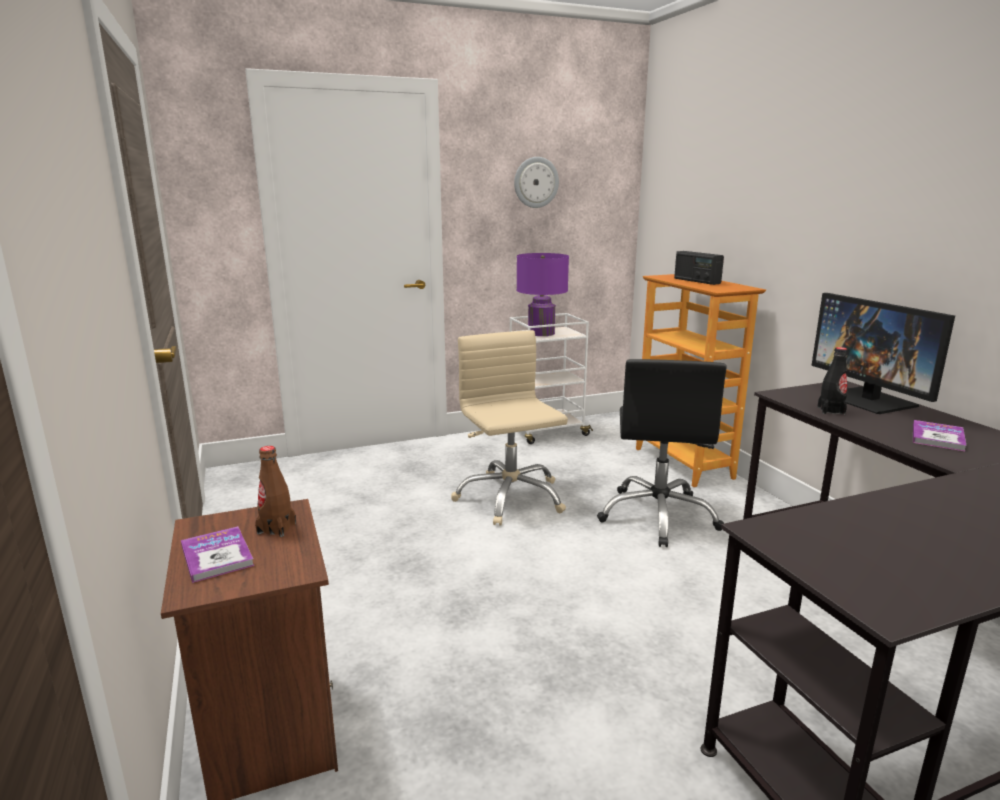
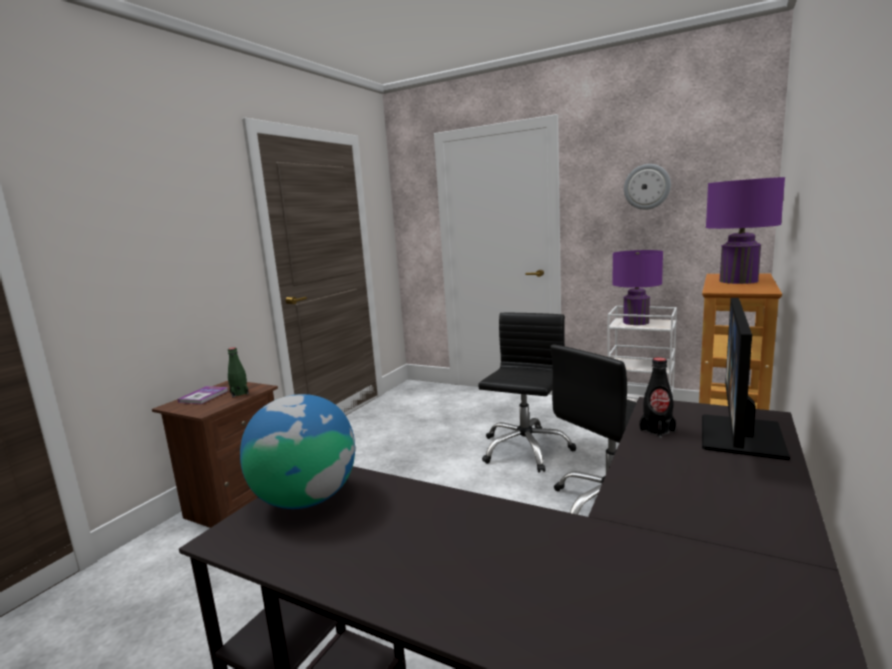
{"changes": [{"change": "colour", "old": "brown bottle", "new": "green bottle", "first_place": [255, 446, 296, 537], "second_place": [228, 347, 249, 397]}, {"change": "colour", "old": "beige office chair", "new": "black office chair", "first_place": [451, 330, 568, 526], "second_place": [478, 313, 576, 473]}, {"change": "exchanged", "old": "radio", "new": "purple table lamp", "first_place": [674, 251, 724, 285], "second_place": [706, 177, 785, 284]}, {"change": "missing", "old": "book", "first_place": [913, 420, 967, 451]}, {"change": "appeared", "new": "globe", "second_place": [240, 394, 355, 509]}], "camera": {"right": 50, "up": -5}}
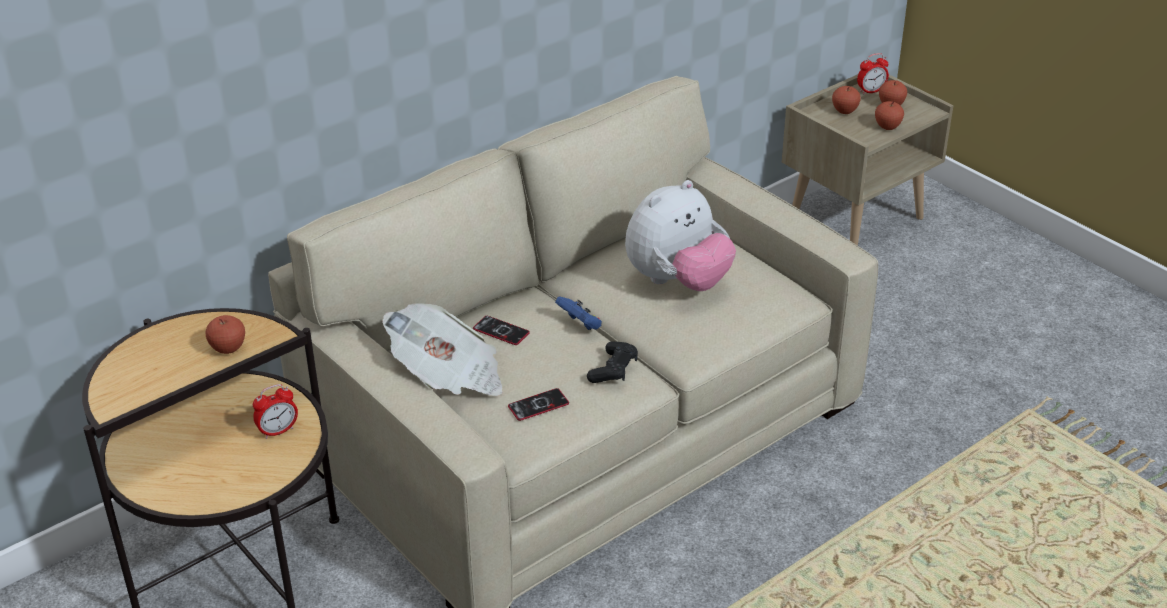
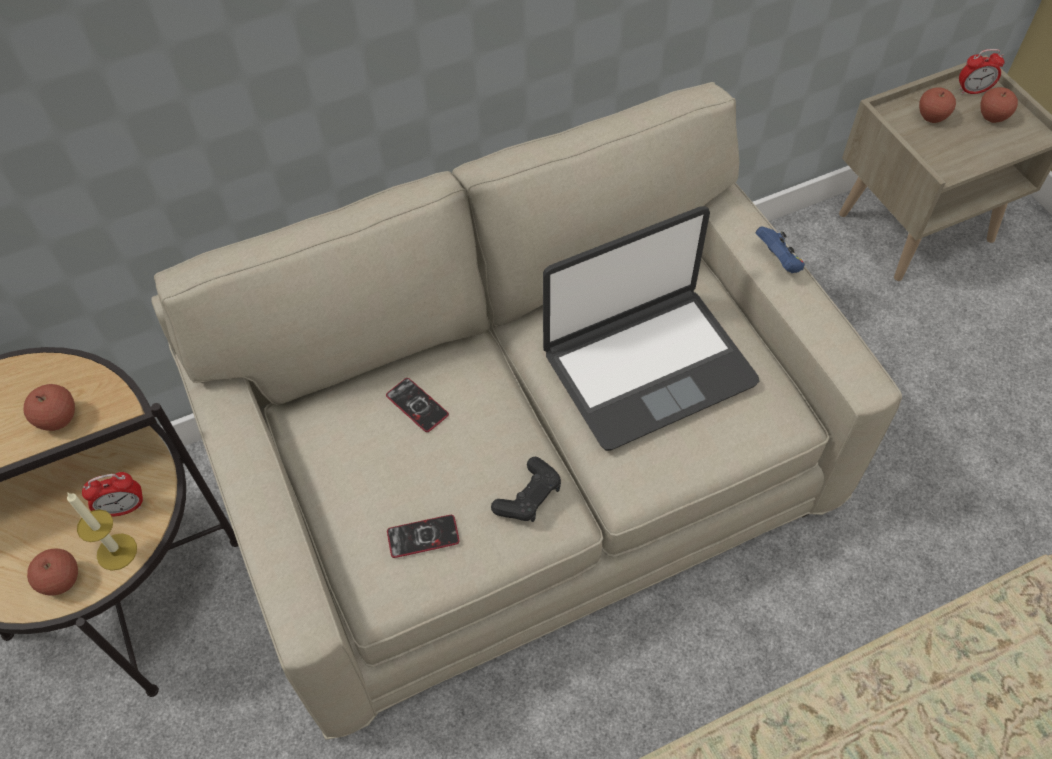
{"changes": [{"change": "missing", "old": "newspaper", "first_place": [382, 303, 503, 396]}, {"change": "relocated", "old": "blue game controller", "first_place": [555, 296, 602, 330], "second_place": [755, 226, 805, 273]}, {"change": "exchanged", "old": "plush toy", "new": "laptop", "first_place": [625, 180, 736, 291], "second_place": [543, 206, 759, 451]}, {"change": "relocated", "old": "apple", "first_place": [875, 101, 904, 130], "second_place": [27, 549, 78, 595]}, {"change": "appeared", "new": "candle", "second_place": [67, 492, 137, 571]}], "camera": {"right": 15, "up": 20}}
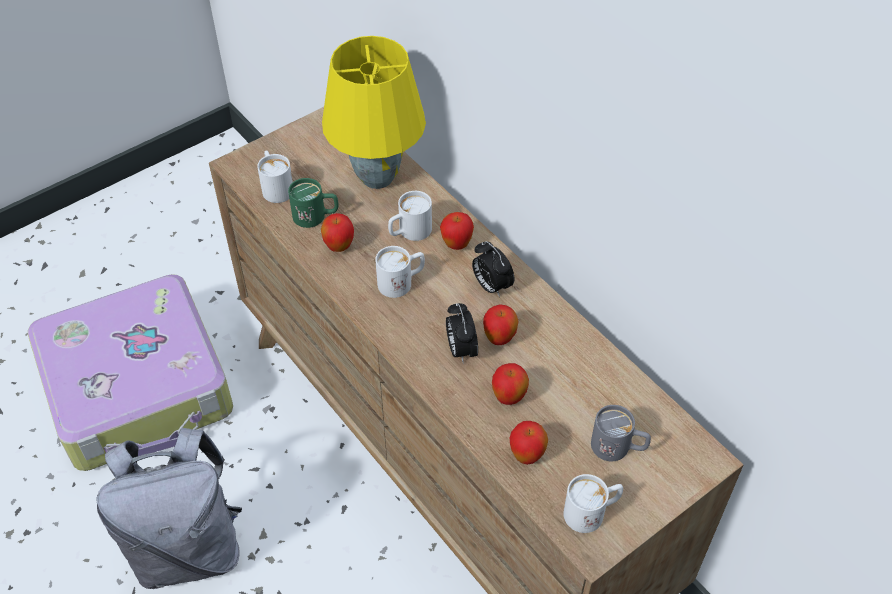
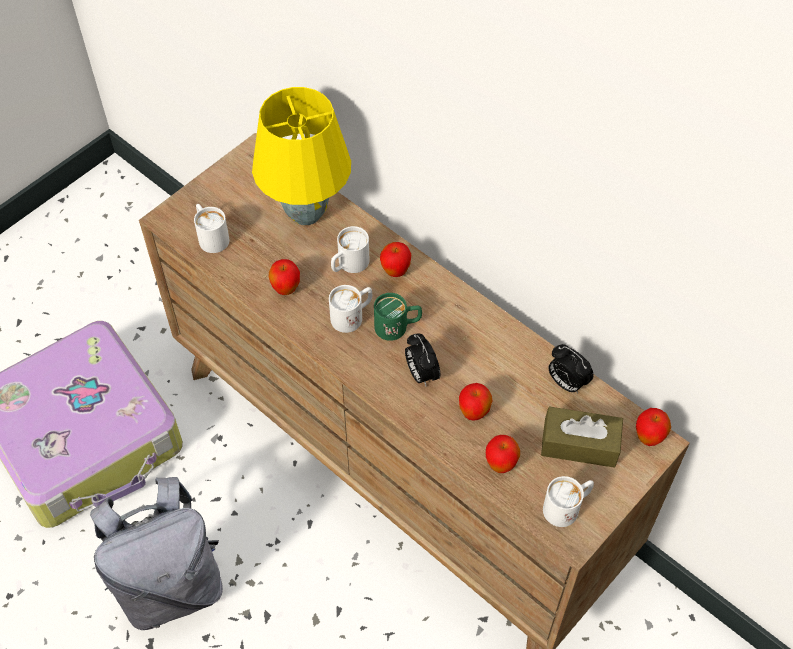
{"changes": [{"change": "relocated", "old": "green mug", "first_place": [288, 178, 338, 228], "second_place": [374, 293, 422, 341]}, {"change": "relocated", "old": "alarm clock", "first_place": [472, 241, 515, 297], "second_place": [548, 344, 594, 394]}, {"change": "relocated", "old": "apple", "first_place": [483, 304, 519, 345], "second_place": [636, 408, 671, 446]}, {"change": "exchanged", "old": "grey mug", "new": "brown tissue box", "first_place": [591, 405, 651, 461], "second_place": [541, 406, 623, 468]}], "camera": {"right": -10, "up": 5}}
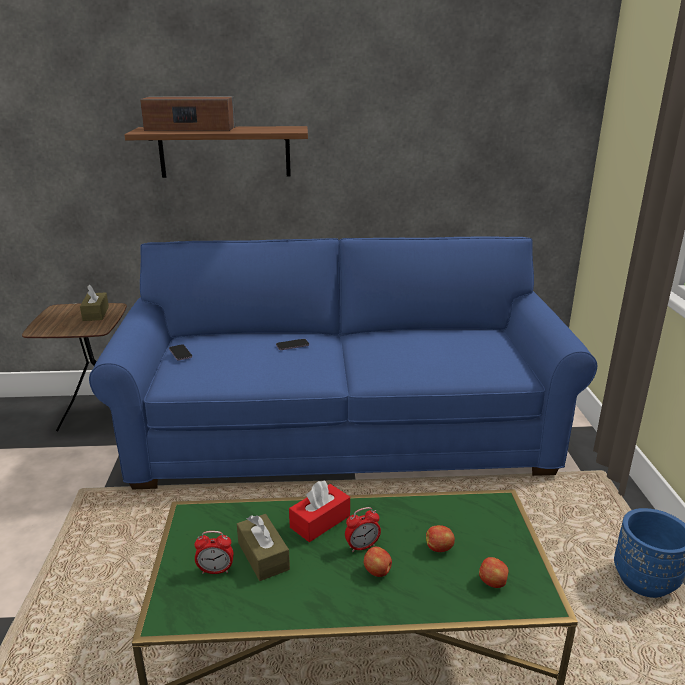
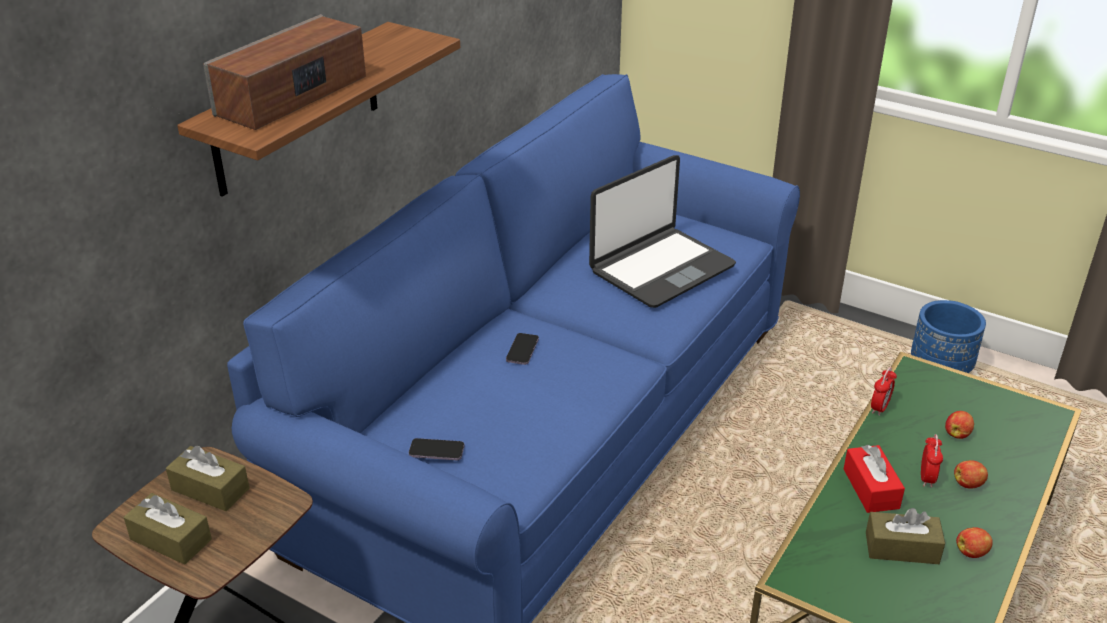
{"changes": [{"change": "relocated", "old": "alarm clock", "first_place": [194, 531, 234, 574], "second_place": [871, 367, 897, 416]}, {"change": "relocated", "old": "apple", "first_place": [479, 557, 508, 588], "second_place": [956, 527, 993, 558]}, {"change": "appeared", "new": "brown tissue box", "second_place": [124, 493, 212, 565]}, {"change": "appeared", "new": "laptop", "second_place": [589, 155, 736, 308]}], "camera": {"right": -55, "up": 10}}
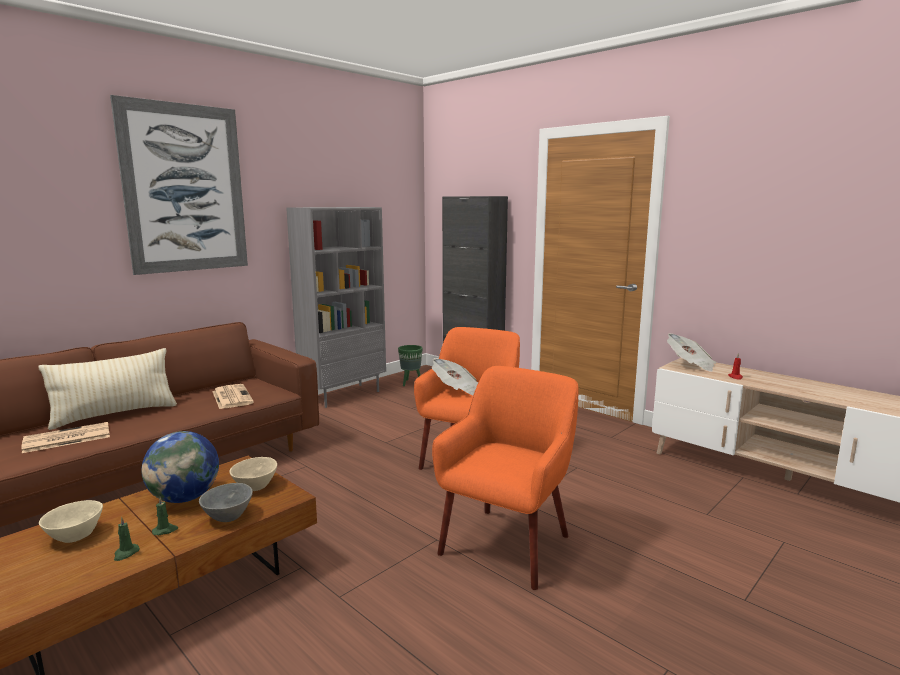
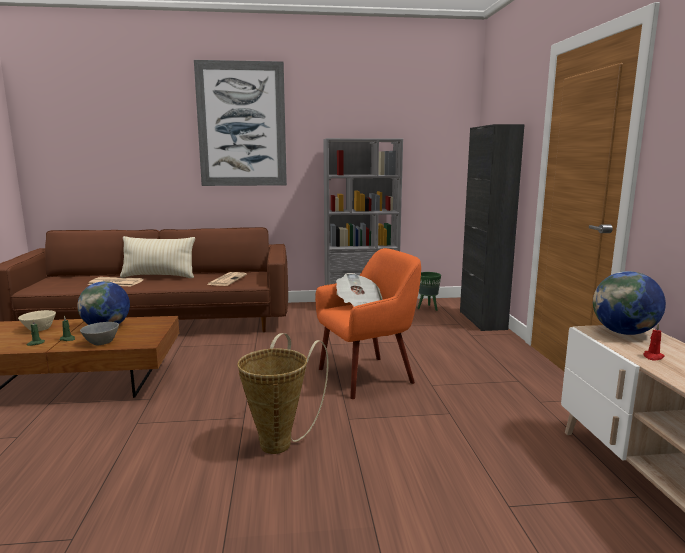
{"changes": [{"change": "missing", "old": "beige bowl", "first_place": [229, 457, 277, 491]}, {"change": "exchanged", "old": "orange armchair", "new": "basket", "first_place": [432, 366, 579, 590], "second_place": [237, 333, 328, 454]}, {"change": "exchanged", "old": "newspaper", "new": "globe", "first_place": [667, 333, 716, 372], "second_place": [593, 271, 666, 335]}], "camera": {"right": 40, "up": 0}}
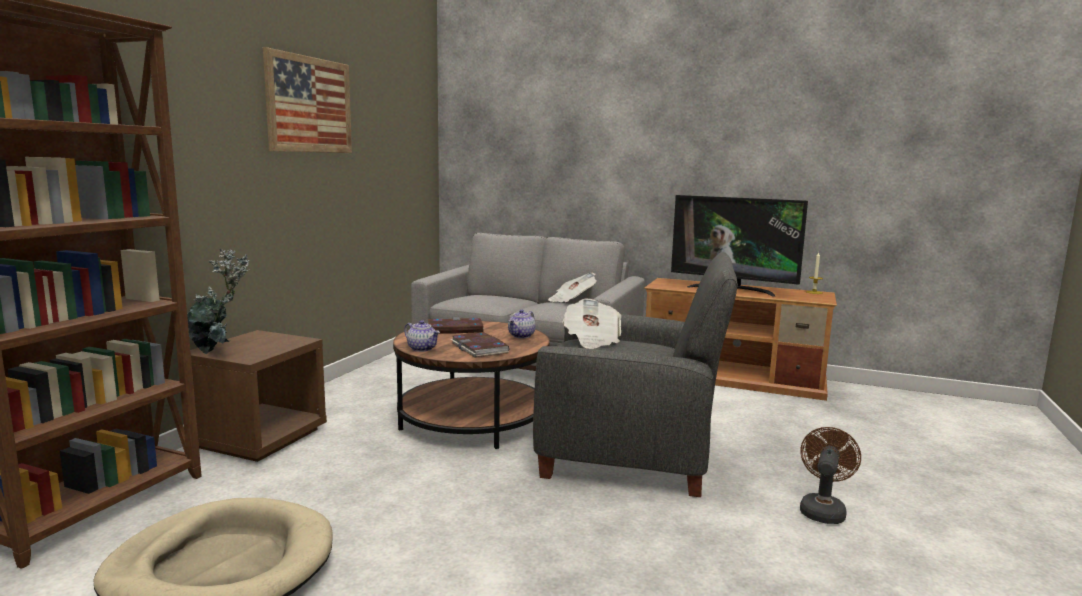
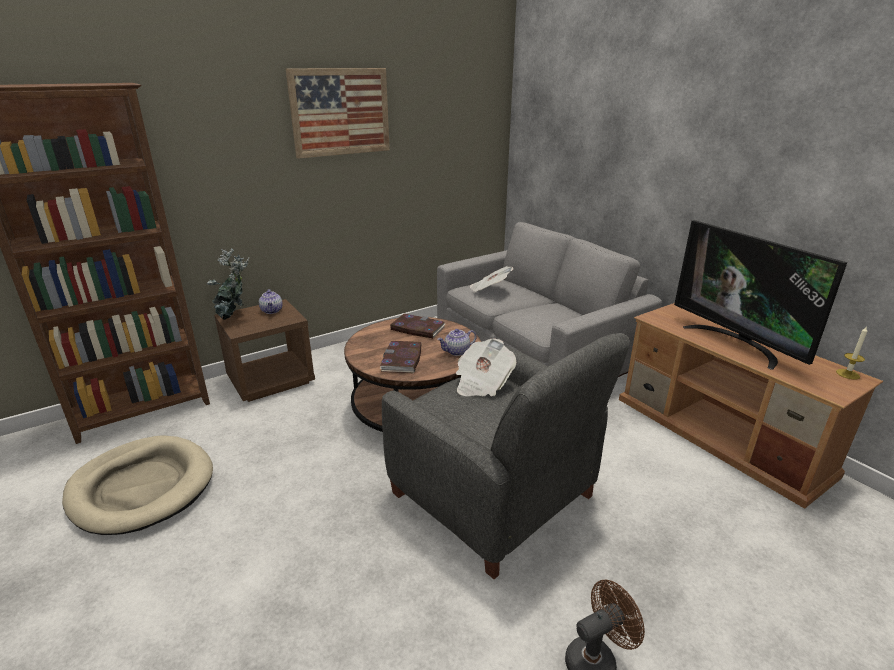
{"changes": [{"change": "relocated", "old": "teapot", "first_place": [404, 320, 440, 352], "second_place": [259, 289, 283, 314]}, {"change": "relocated", "old": "newspaper", "first_place": [548, 273, 597, 302], "second_place": [470, 266, 513, 293]}], "camera": {"right": 35, "up": 15}}
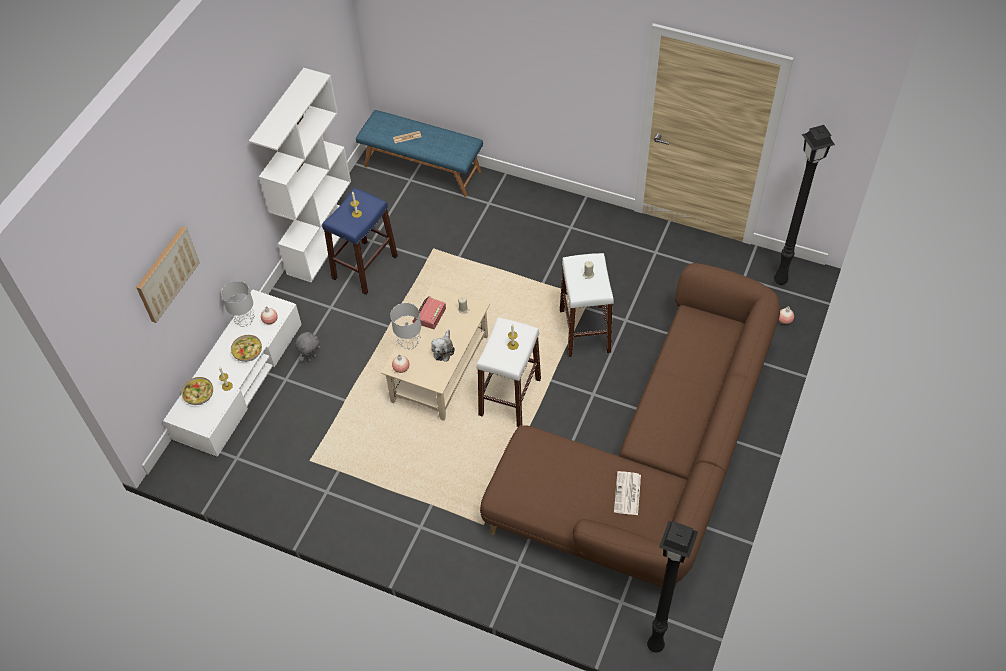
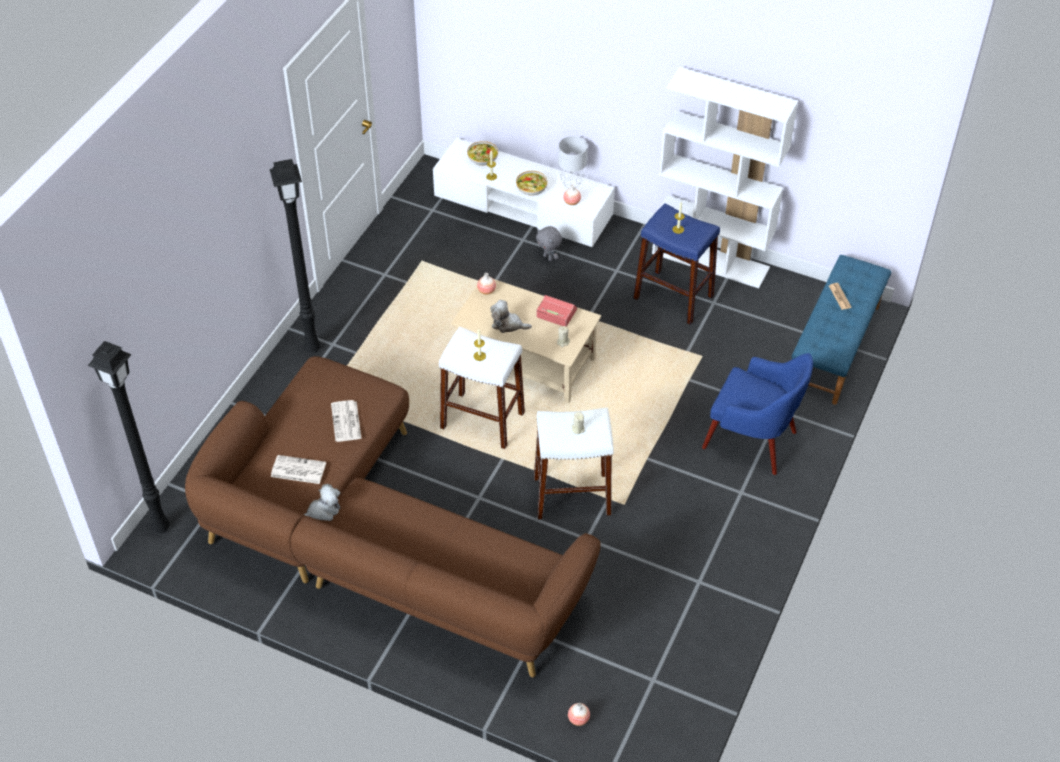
{"changes": [{"change": "missing", "old": "picture", "first_place": [136, 226, 200, 323]}, {"change": "missing", "old": "grey table lamp", "first_place": [390, 303, 421, 350]}, {"change": "relocated", "old": "black floor lamp", "first_place": [774, 125, 835, 285], "second_place": [270, 159, 320, 353]}, {"change": "appeared", "new": "plush toy", "second_place": [304, 484, 340, 521]}, {"change": "appeared", "new": "newspaper", "second_place": [331, 400, 362, 442]}, {"change": "appeared", "new": "blue armchair", "second_place": [702, 353, 813, 475]}], "camera": {"right": 90, "up": -5}}
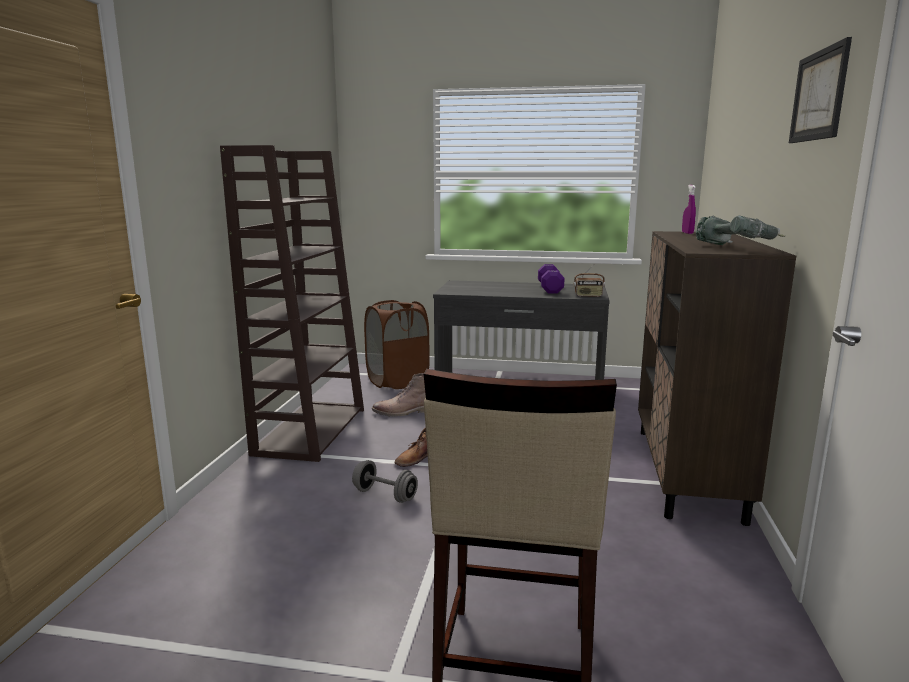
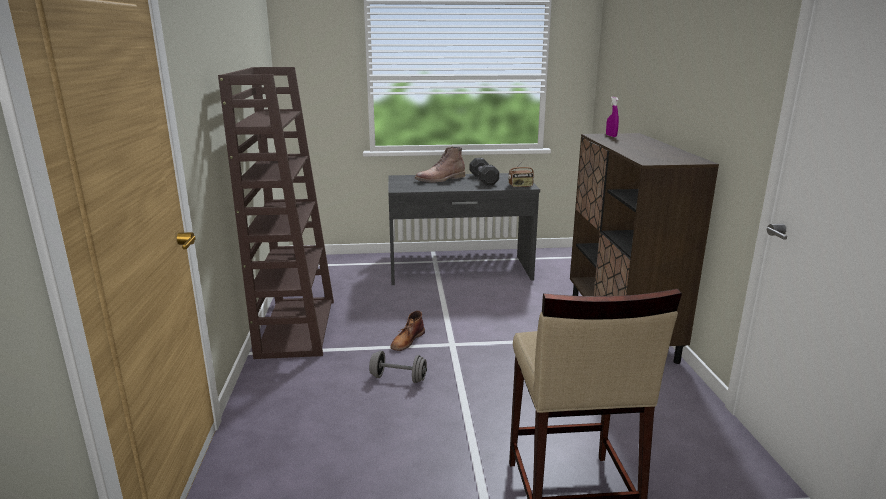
{"changes": [{"change": "missing", "old": "brown laundry basket", "first_place": [364, 300, 430, 389]}, {"change": "relocated", "old": "brown boot", "first_place": [372, 373, 426, 417], "second_place": [415, 147, 465, 183]}, {"change": "colour", "old": "purple dumbbell", "new": "black dumbbell", "first_place": [538, 264, 565, 294], "second_place": [470, 158, 499, 185]}, {"change": "missing", "old": "power drill", "first_place": [696, 215, 785, 245]}, {"change": "missing", "old": "picture", "first_place": [789, 37, 852, 143]}], "camera": {"right": -15, "up": 5}}
